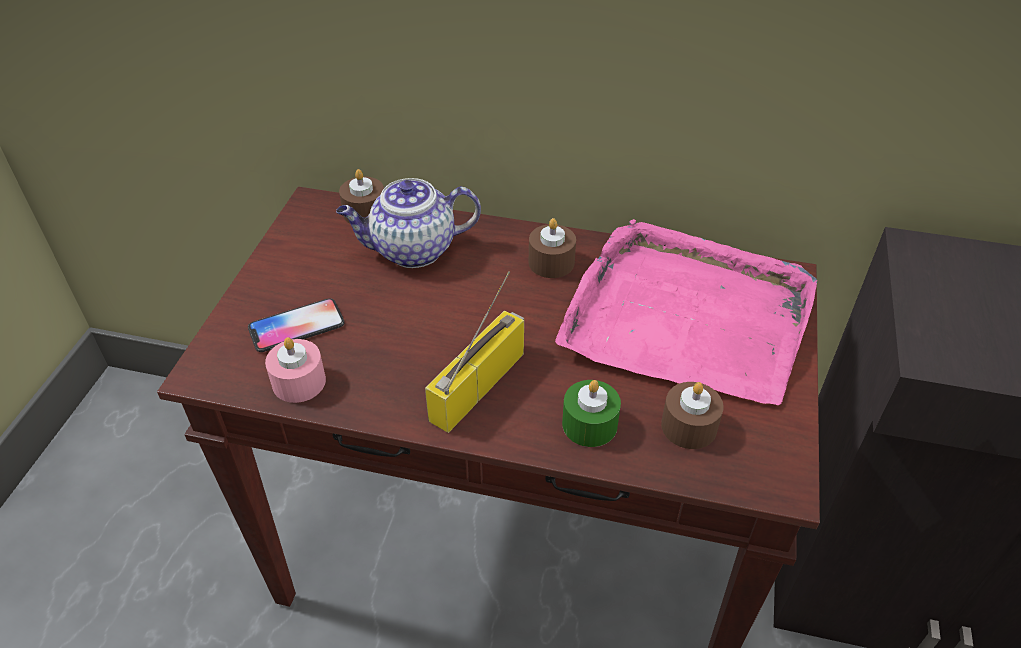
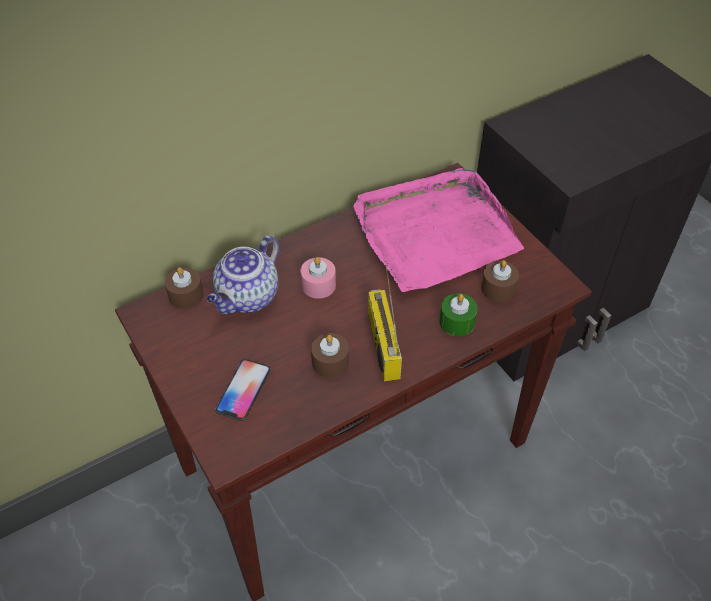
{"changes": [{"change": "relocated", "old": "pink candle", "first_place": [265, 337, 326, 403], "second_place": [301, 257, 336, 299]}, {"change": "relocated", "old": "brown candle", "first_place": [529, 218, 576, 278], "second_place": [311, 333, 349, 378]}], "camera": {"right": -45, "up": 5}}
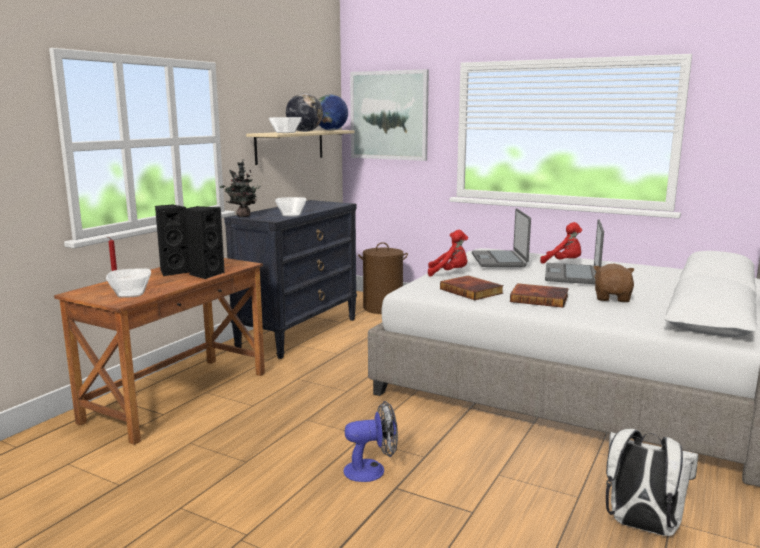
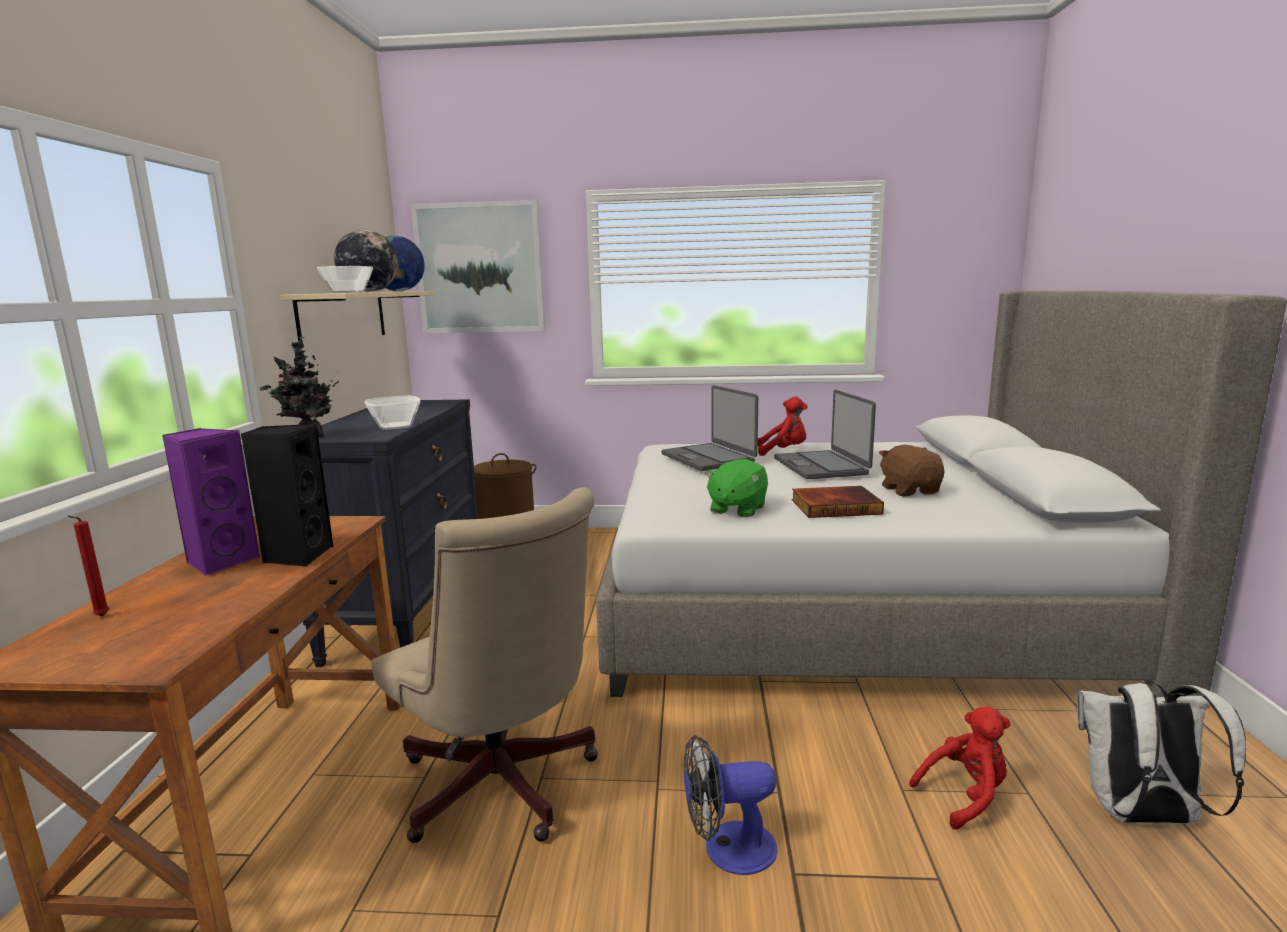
{"changes": [{"change": "missing", "old": "bowl", "first_place": [106, 268, 151, 298]}, {"change": "colour", "old": "black speaker", "new": "purple speaker", "first_place": [155, 204, 189, 276], "second_place": [162, 428, 260, 576]}, {"change": "spun", "old": "fan", "first_place": [343, 401, 398, 482], "second_place": [684, 735, 777, 875], "degrees": -150}, {"change": "relocated", "old": "red plush toy", "first_place": [428, 230, 468, 277], "second_place": [909, 706, 1011, 830]}, {"change": "exchanged", "old": "book", "new": "green plush toy", "first_place": [440, 275, 504, 300], "second_place": [705, 459, 768, 518]}, {"change": "appeared", "new": "beige office chair", "second_place": [371, 487, 598, 843]}], "camera": {"right": -25, "up": 0}}
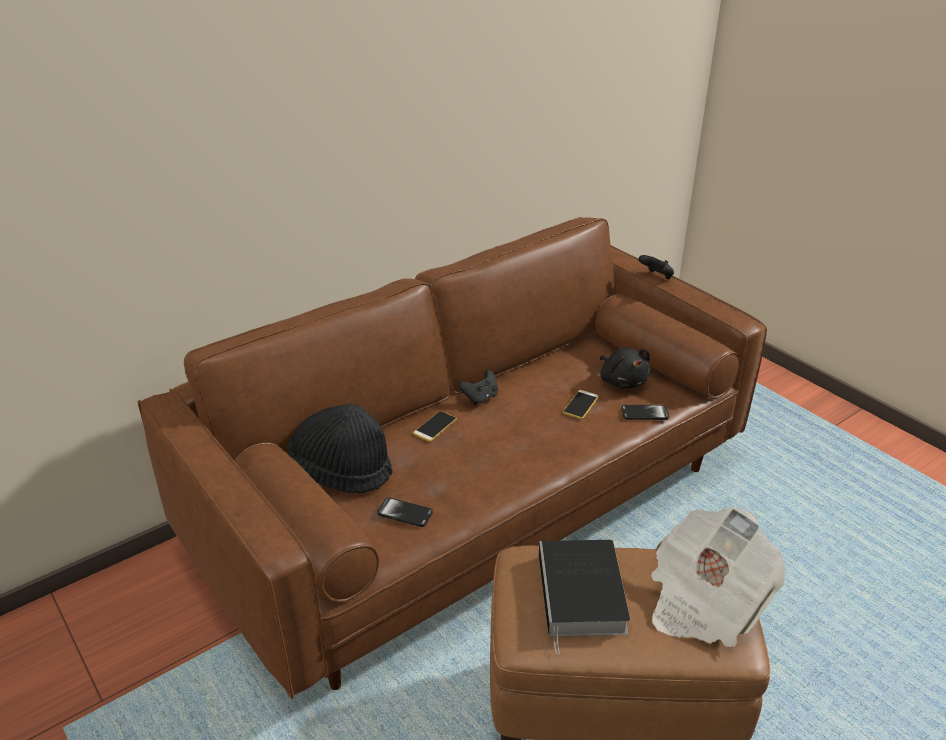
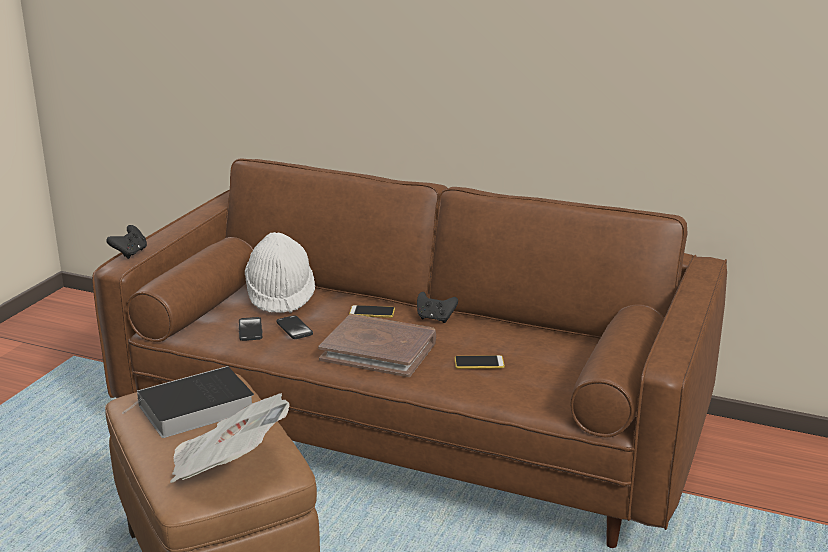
{"changes": [{"change": "colour", "old": "black hat", "new": "white hat", "first_place": [288, 404, 393, 493], "second_place": [245, 232, 315, 313]}, {"change": "missing", "old": "black plush toy", "first_place": [600, 348, 650, 389]}, {"change": "relocated", "old": "phone", "first_place": [621, 405, 669, 420], "second_place": [276, 315, 313, 339]}, {"change": "relocated", "old": "black game controller", "first_place": [638, 255, 674, 279], "second_place": [106, 225, 147, 259]}, {"change": "appeared", "new": "brown book", "second_place": [318, 314, 436, 377]}], "camera": {"right": 60, "up": -10}}
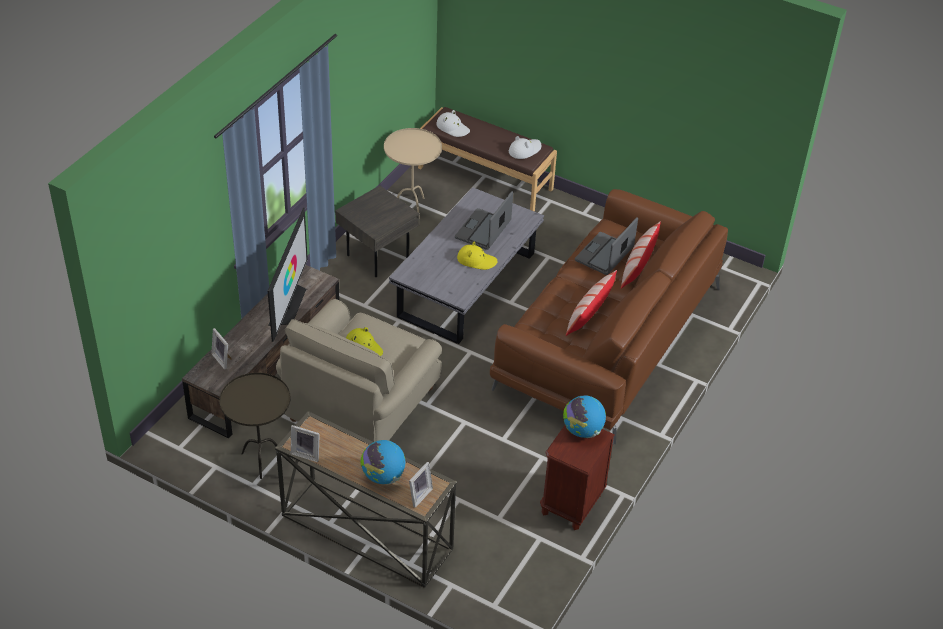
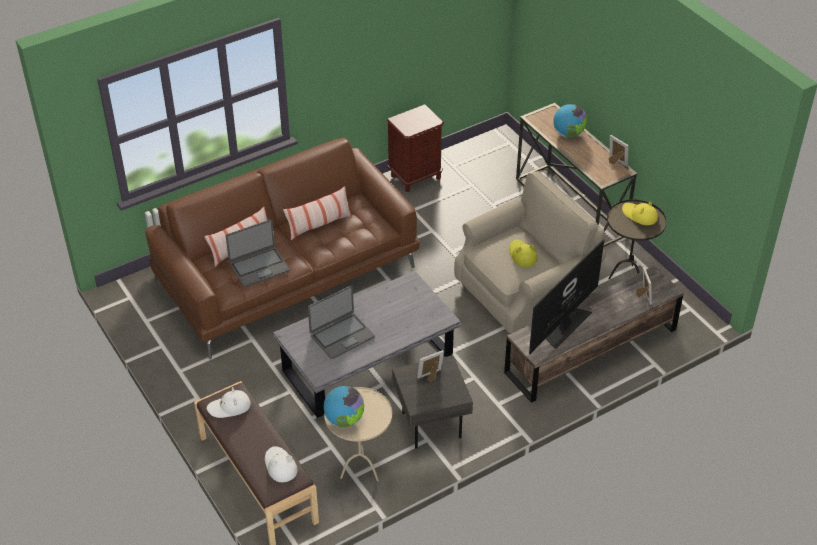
{"changes": [{"change": "relocated", "old": "picture frame", "first_place": [409, 462, 433, 508], "second_place": [417, 350, 444, 383]}, {"change": "relocated", "old": "yellow hat", "first_place": [457, 242, 498, 270], "second_place": [622, 201, 658, 225]}, {"change": "relocated", "old": "globe", "first_place": [563, 395, 606, 438], "second_place": [324, 386, 364, 427]}], "camera": {"right": -150, "up": 0}}
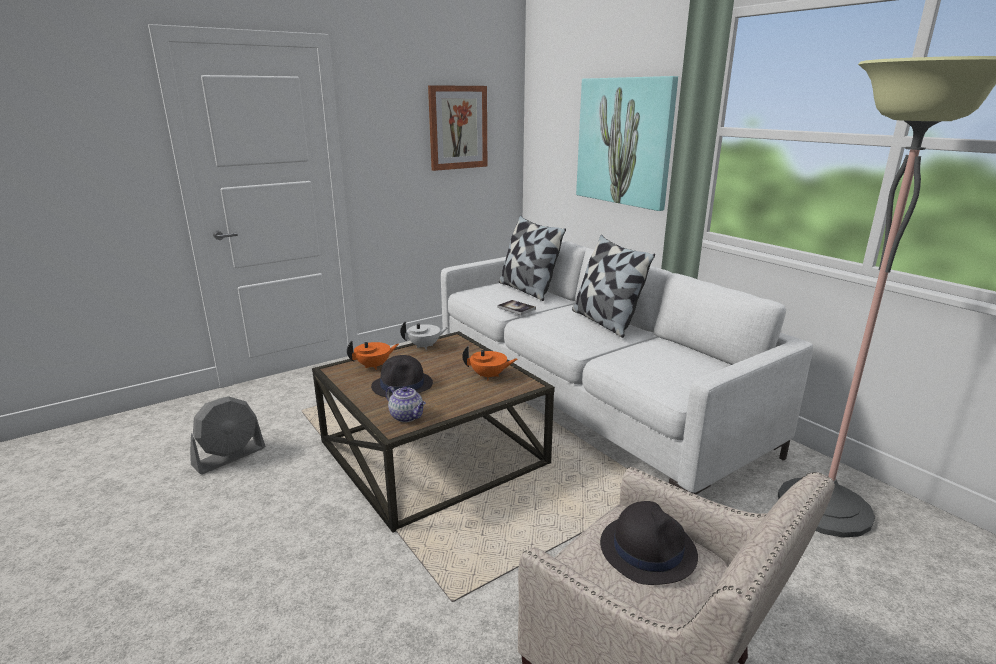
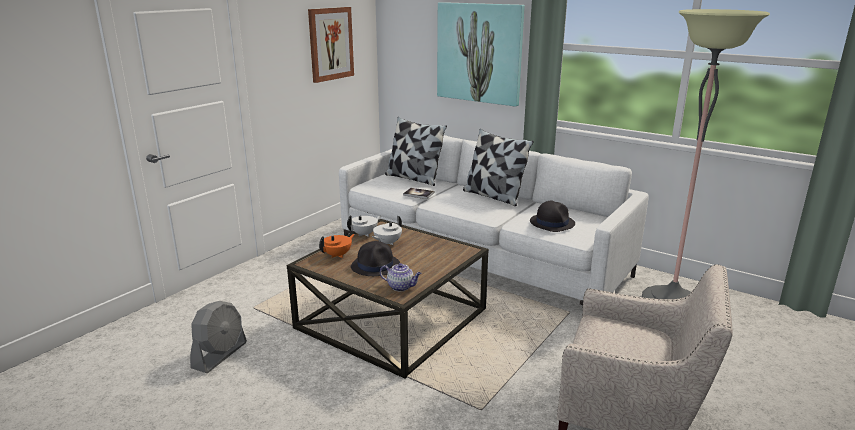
{"changes": [{"change": "missing", "old": "orange teapot", "first_place": [462, 346, 518, 381]}, {"change": "relocated", "old": "black hat", "first_place": [600, 501, 698, 585], "second_place": [530, 200, 575, 232]}, {"change": "appeared", "new": "white teapot", "second_place": [371, 215, 402, 245]}], "camera": {"right": -20, "up": 0}}
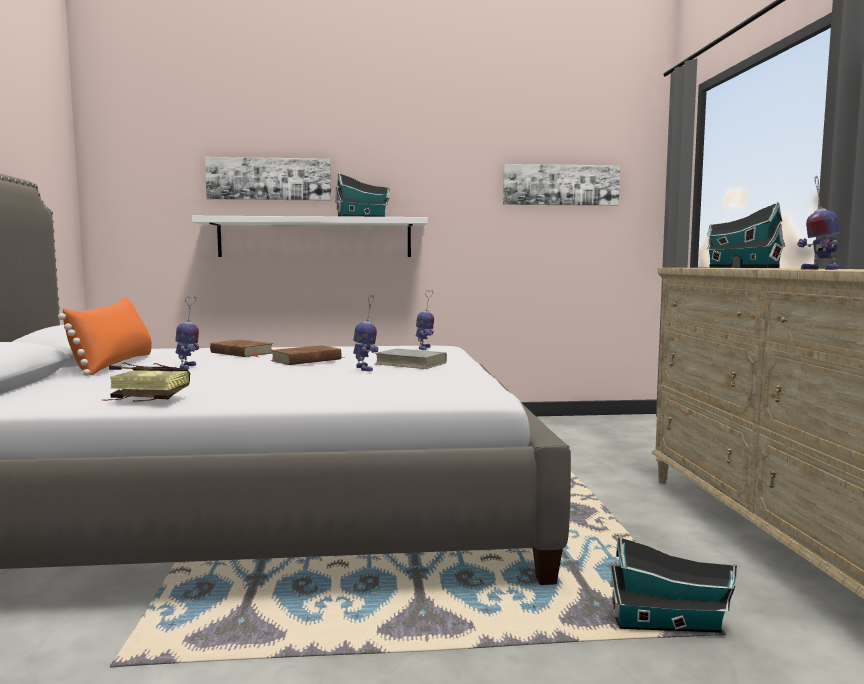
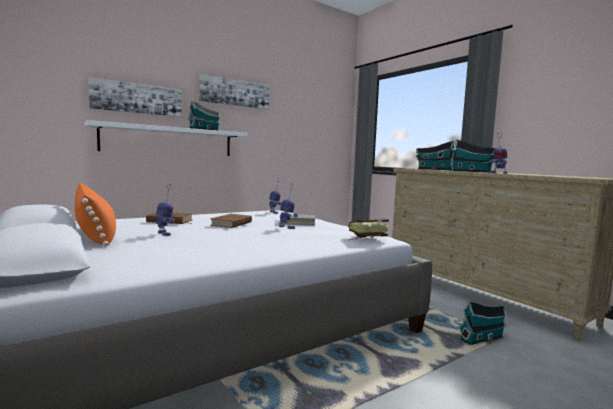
{"changes": [{"change": "relocated", "old": "book", "first_place": [103, 362, 190, 402], "second_place": [349, 218, 389, 240]}, {"change": "relocated", "old": "picture", "first_place": [503, 164, 620, 206], "second_place": [199, 74, 269, 109]}, {"change": "appeared", "new": "toy house", "second_place": [451, 139, 497, 173]}], "camera": {"right": -30, "up": 0}}
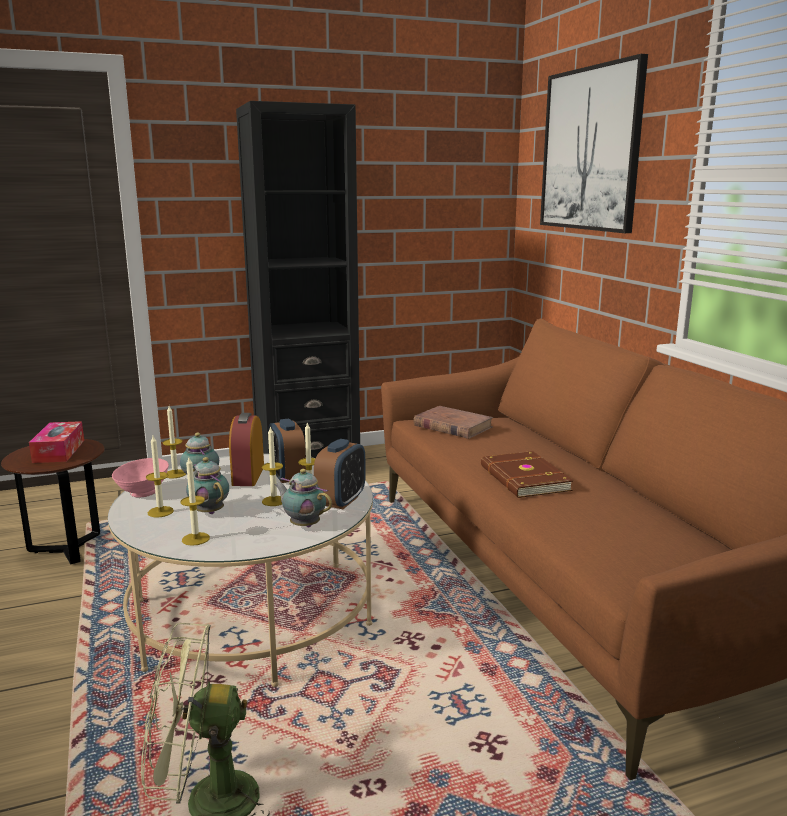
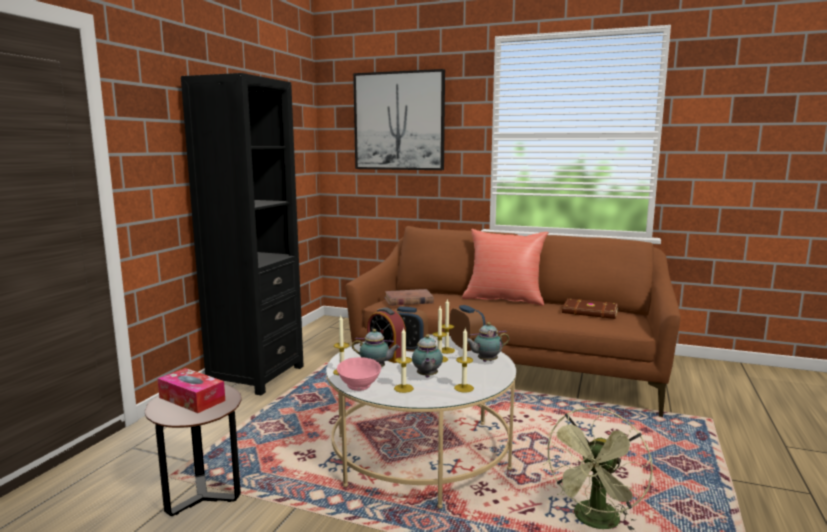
{"changes": [{"change": "spun", "old": "teapot", "first_place": [186, 457, 229, 514], "second_place": [412, 334, 443, 378], "degrees": -90}, {"change": "relocated", "old": "brown book", "first_place": [481, 451, 574, 498], "second_place": [562, 299, 618, 319]}, {"change": "appeared", "new": "red pillow", "second_place": [462, 229, 549, 306]}], "camera": {"right": -50, "up": -5}}
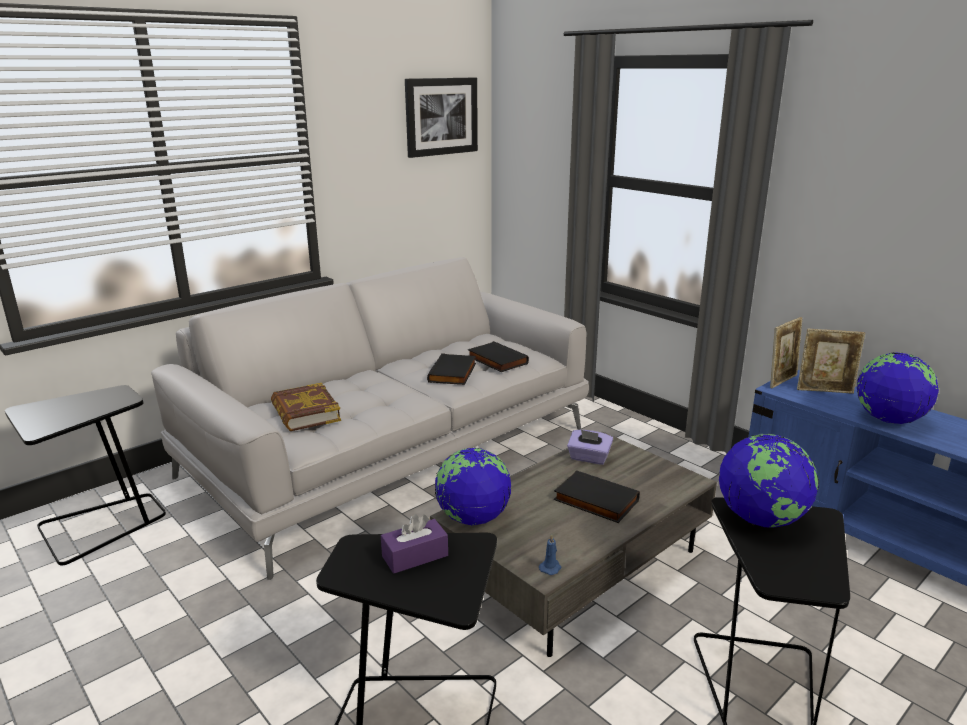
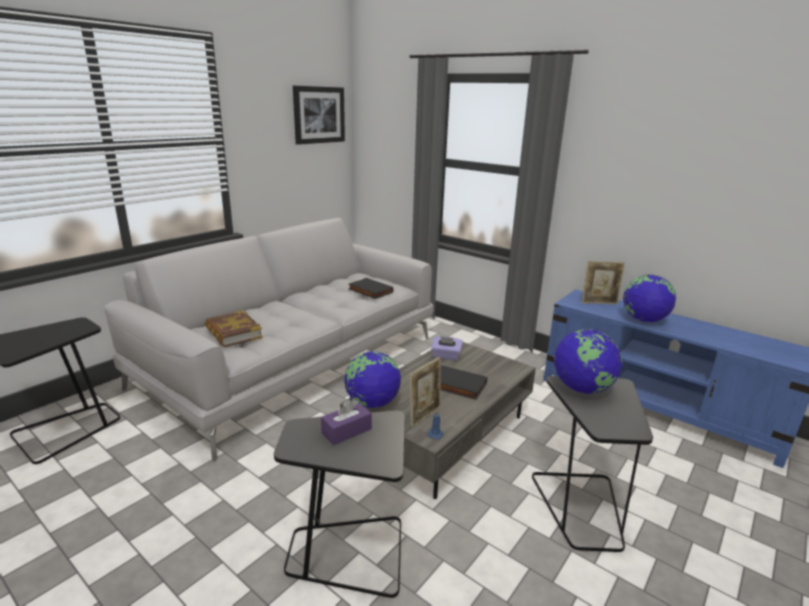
{"changes": [{"change": "missing", "old": "black book", "first_place": [427, 353, 476, 385]}, {"change": "relocated", "old": "picture frame", "first_place": [770, 317, 803, 388], "second_place": [409, 357, 441, 428]}], "camera": {"right": -10, "up": 0}}
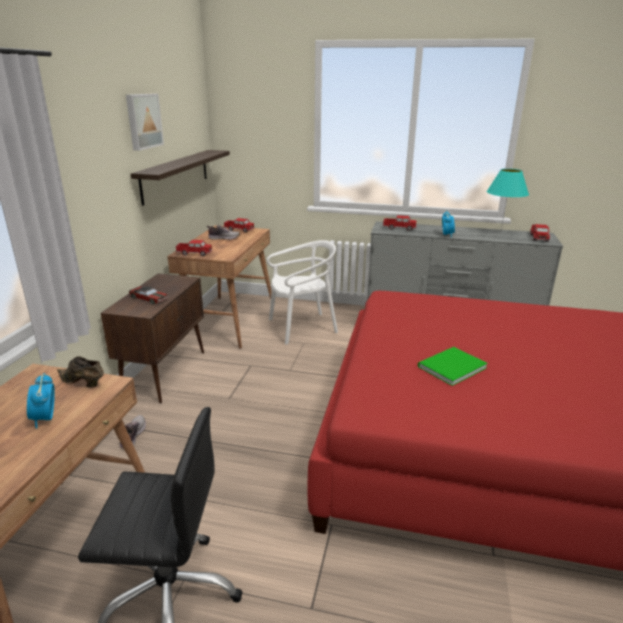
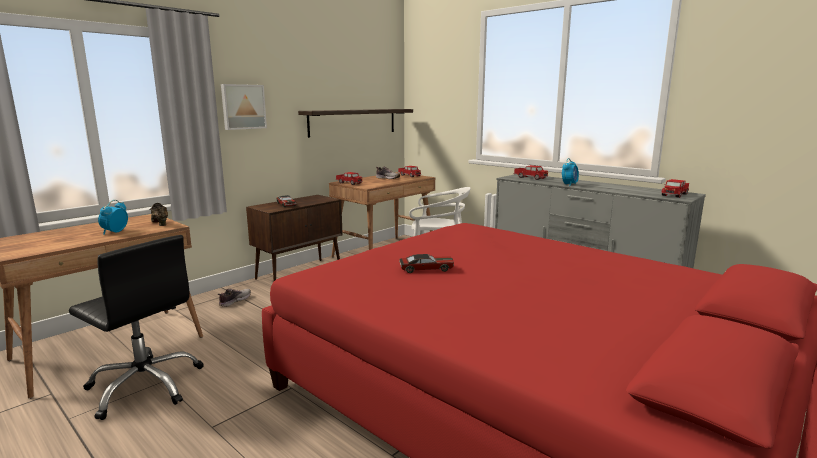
{"changes": [{"change": "relocated", "old": "picture", "first_place": [126, 94, 164, 151], "second_place": [221, 84, 267, 130]}, {"change": "exchanged", "old": "green book", "new": "toy car", "first_place": [418, 347, 488, 386], "second_place": [399, 254, 454, 273]}, {"change": "missing", "old": "turquoise table lamp", "first_place": [487, 169, 529, 234]}], "camera": {"right": 30, "up": -10}}
